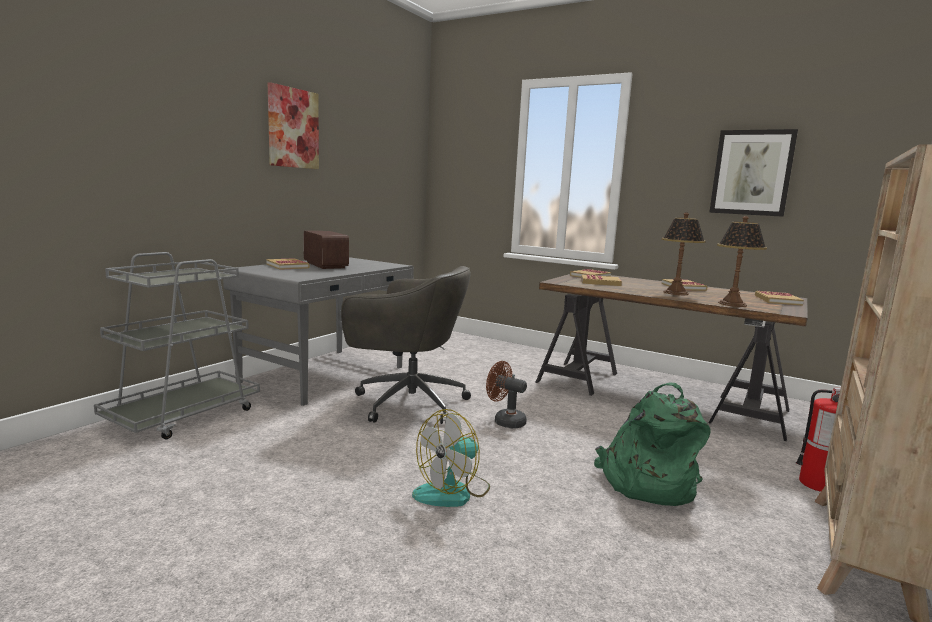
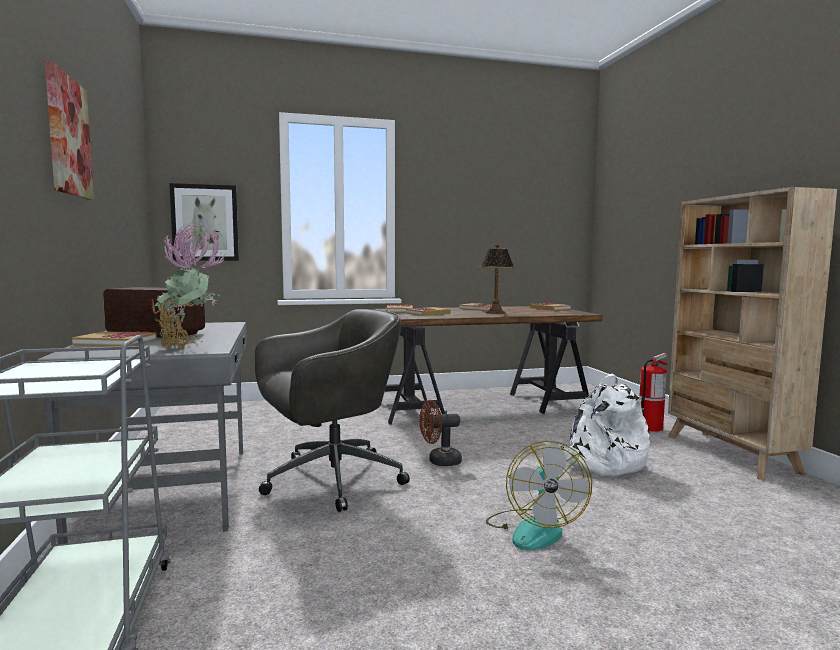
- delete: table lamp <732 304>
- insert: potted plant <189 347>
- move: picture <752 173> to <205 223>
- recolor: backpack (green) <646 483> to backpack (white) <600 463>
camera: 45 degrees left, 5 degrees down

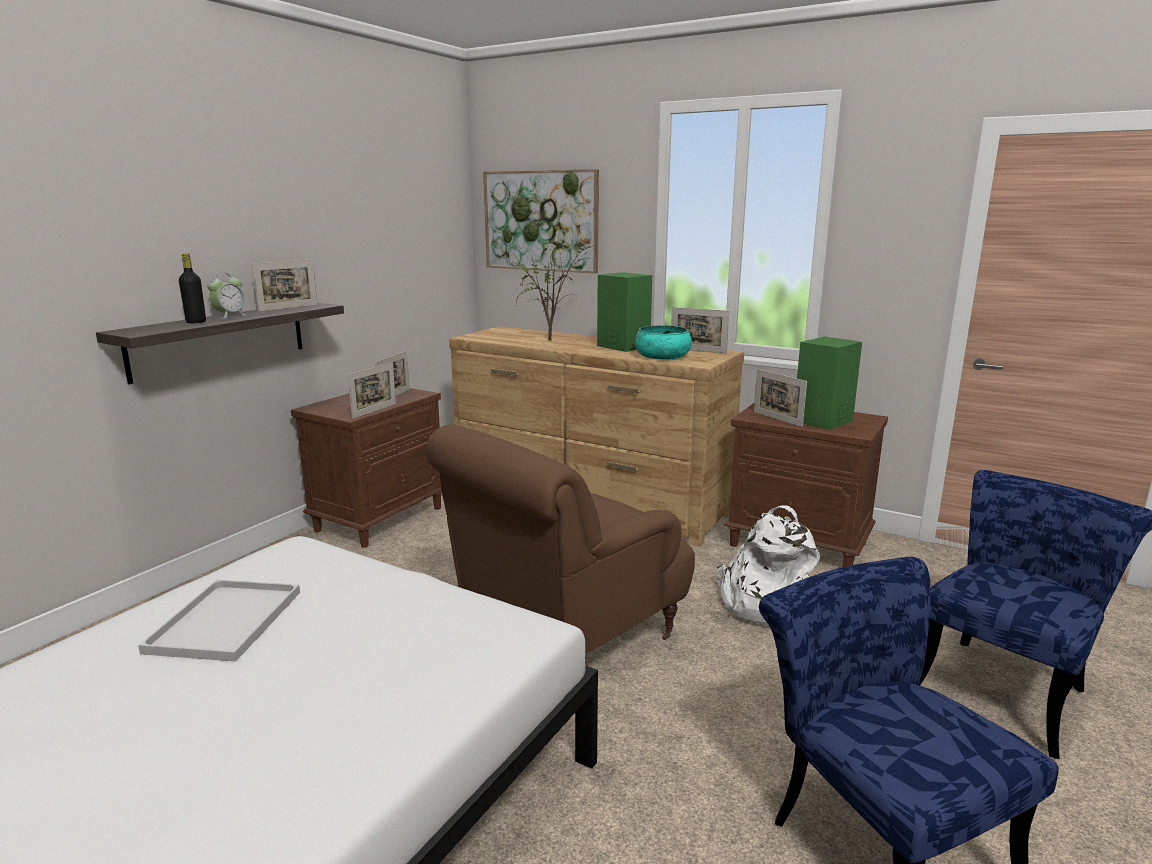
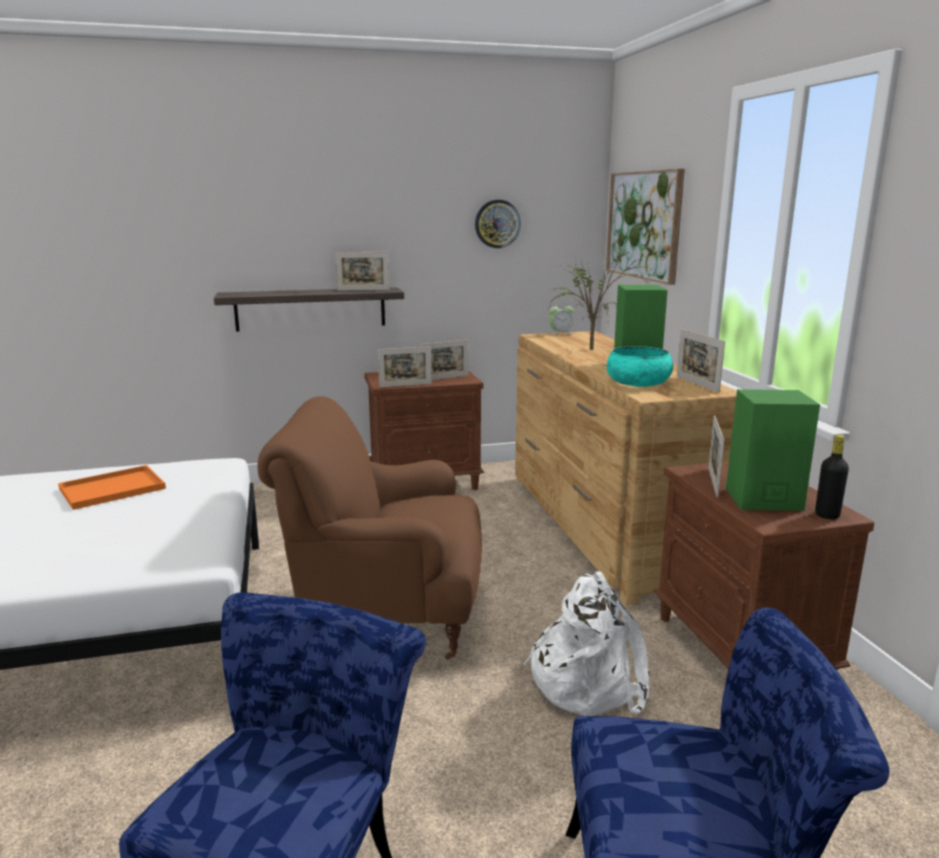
- insert: wall clock <497 224>
- move: bottle (black) <196 322> to <827 515>
- move: alarm clock <229 316> to <560 334>
- recolor: tray (white) <226 619> to tray (orange) <114 488>
camera: 45 degrees right, 0 degrees up

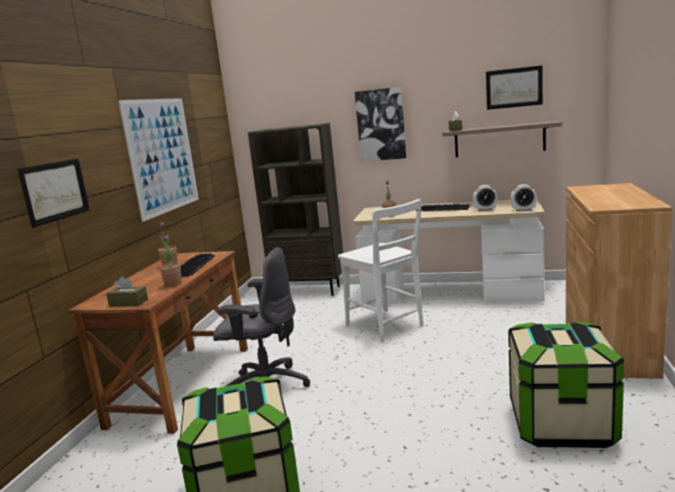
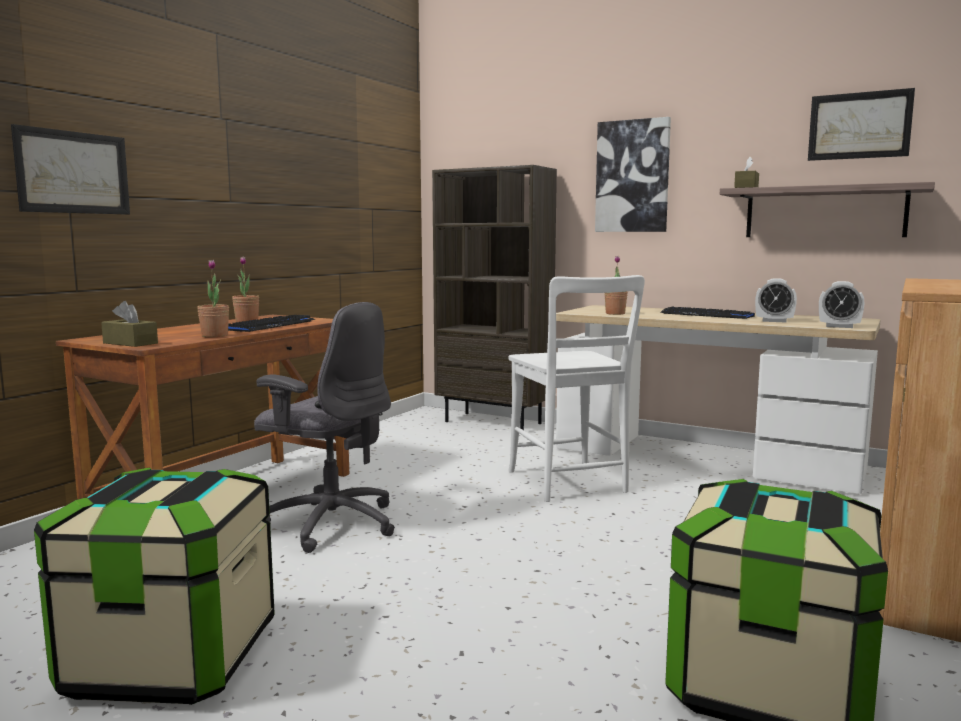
- delete: picture <162 155>
camera: 15 degrees right, 5 degrees down

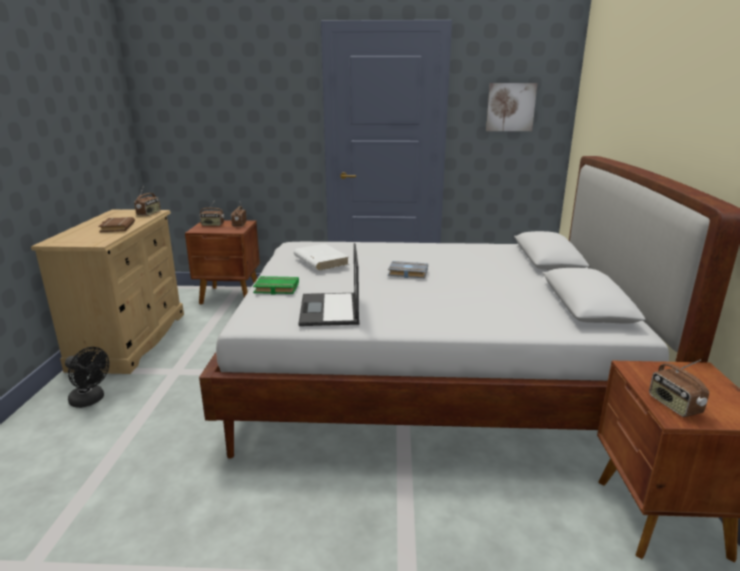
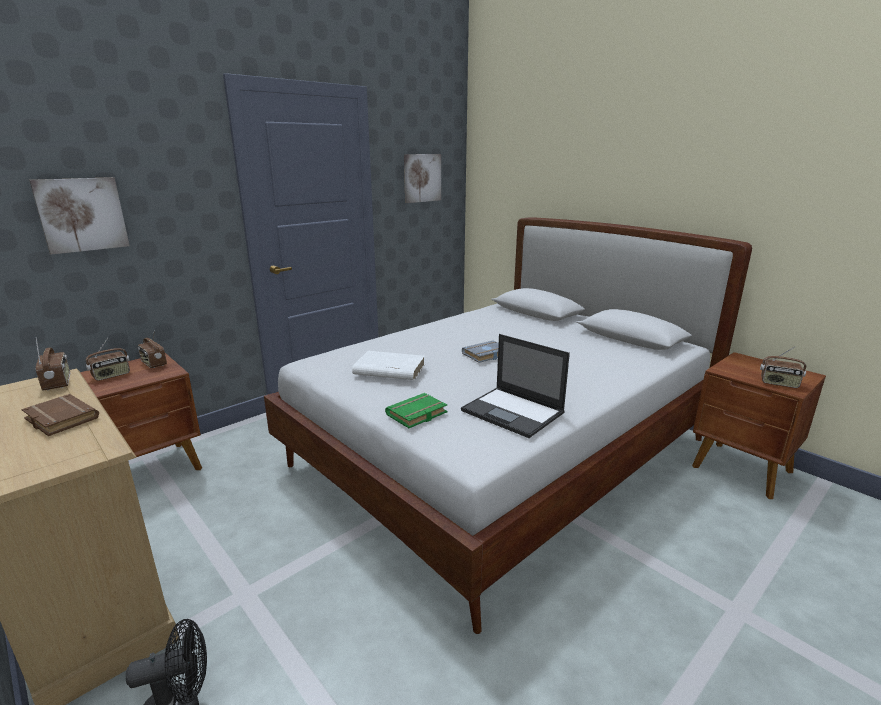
- insert: picture <82 214>
camera: 45 degrees left, 0 degrees up

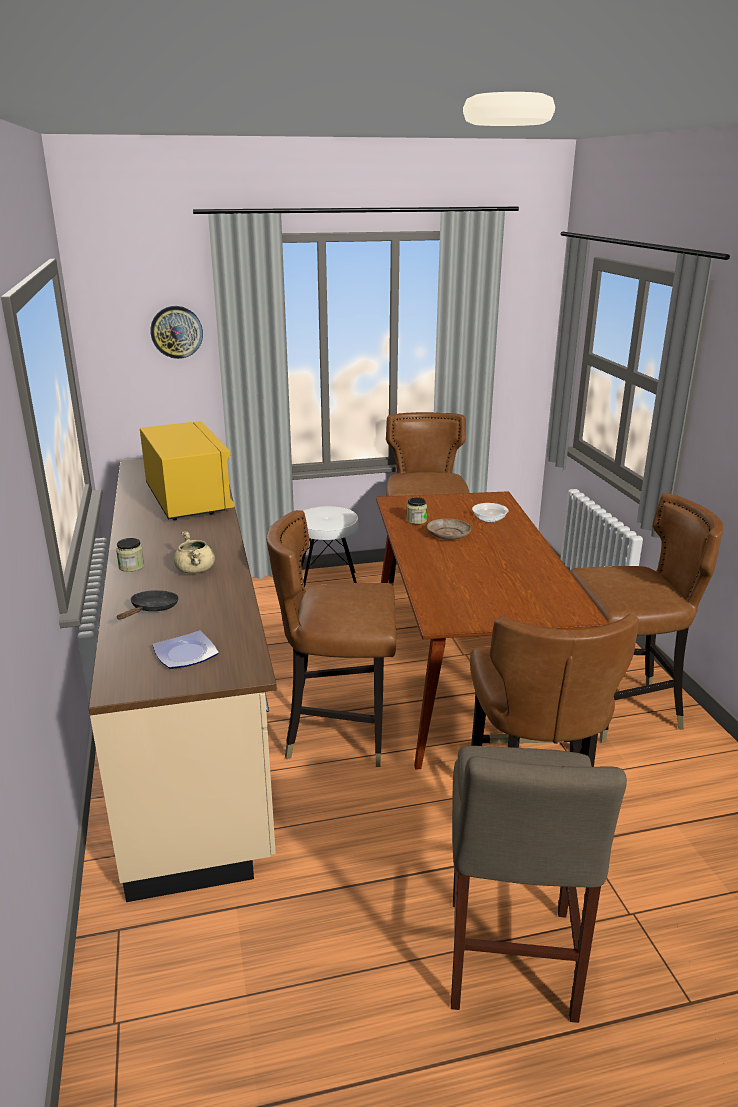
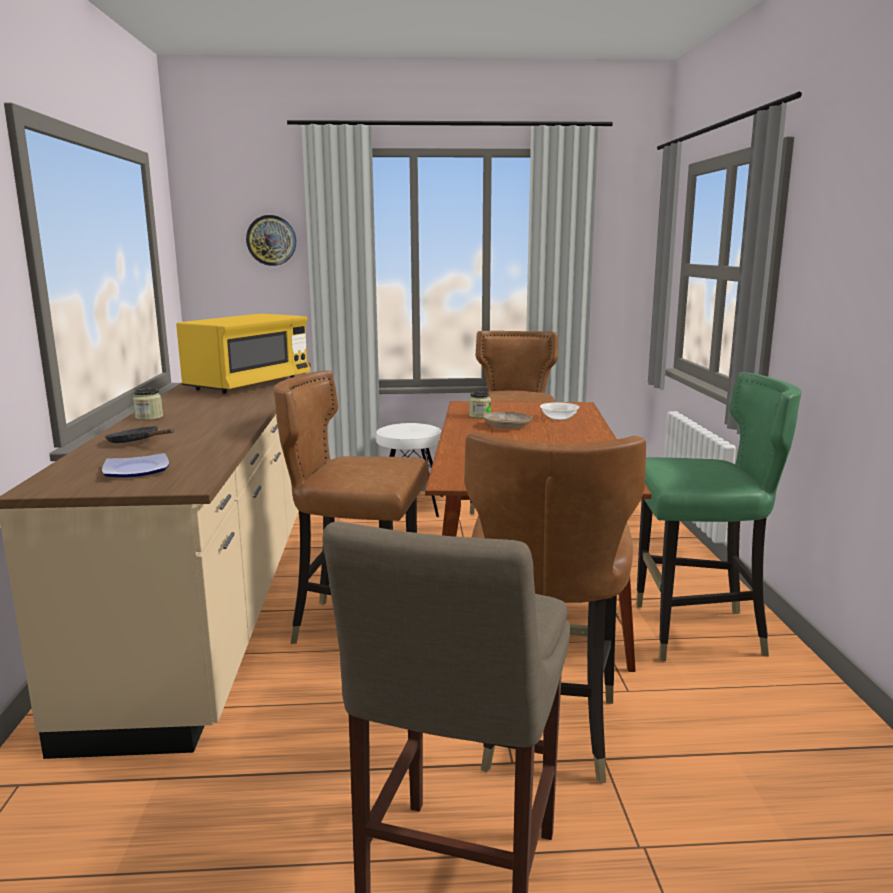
- delete: cooking pot (beige) <195 570>
- recolor: chair (brown) <621 710> to chair (green) <695 632>
- rotate: frying pan (black) <152 609> = <137 442> 90 degrees counterclockwise
- rotate: microwave (yellow) <188 500> = <248 384> 45 degrees clockwise
camera: 10 degrees right, 10 degrees down

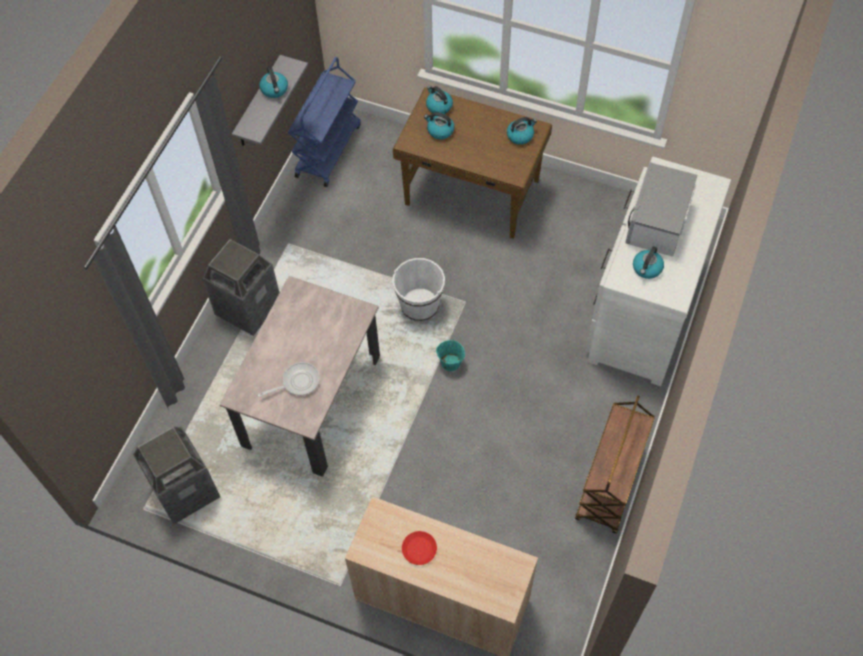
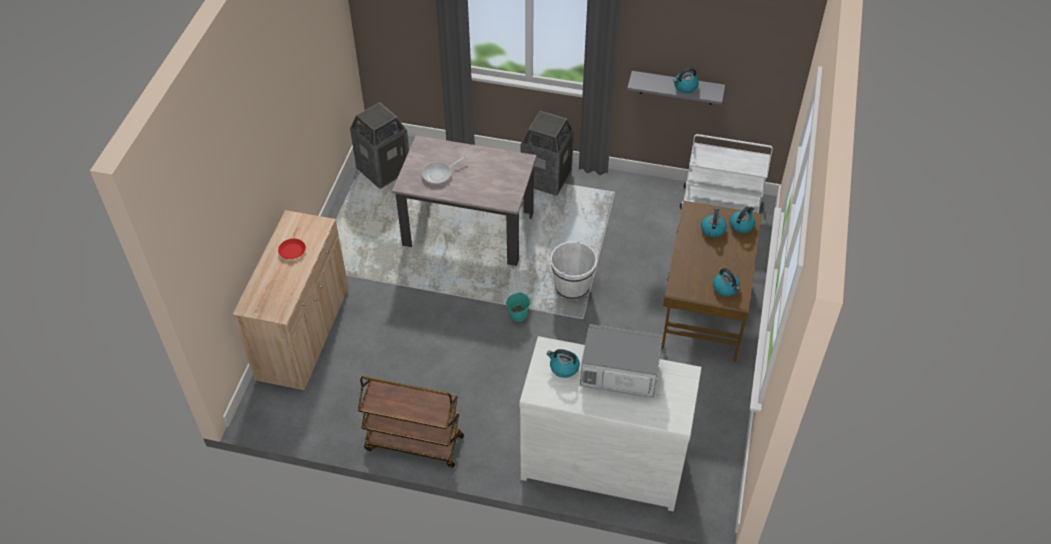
- recolor: cart (blue) <328 150> to cart (white) <721 203>
- rotate: frying pan <298 382> = <439 174> 90 degrees clockwise
camera: 80 degrees right, 10 degrees down

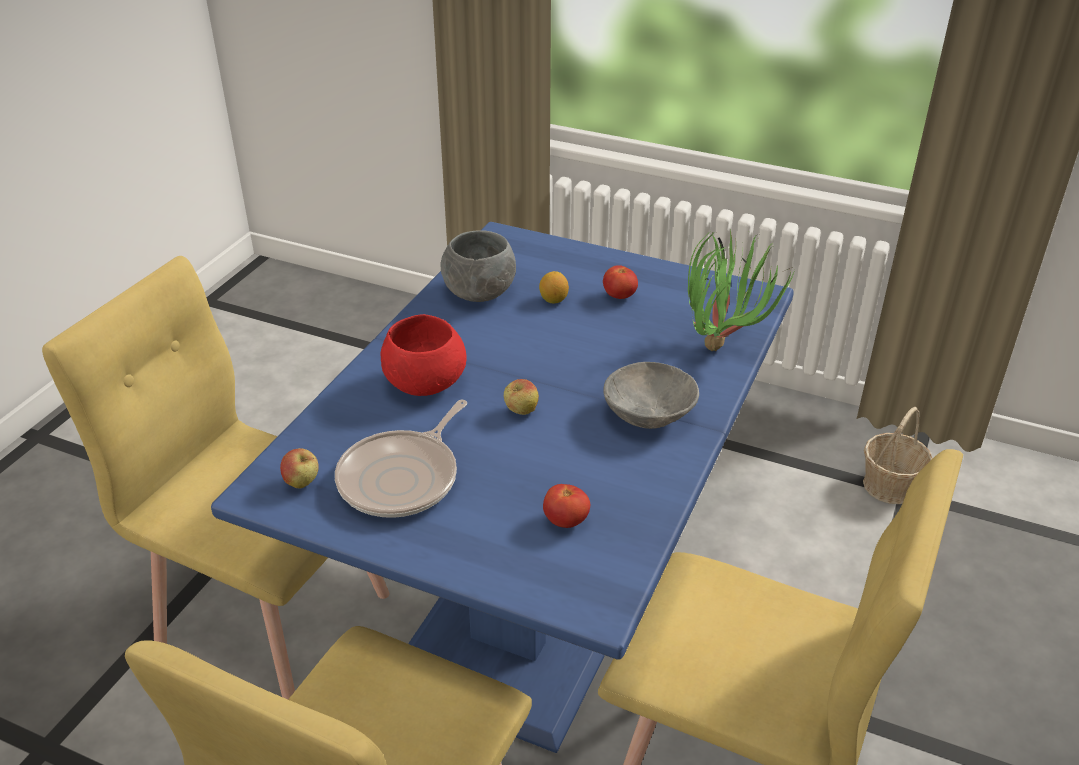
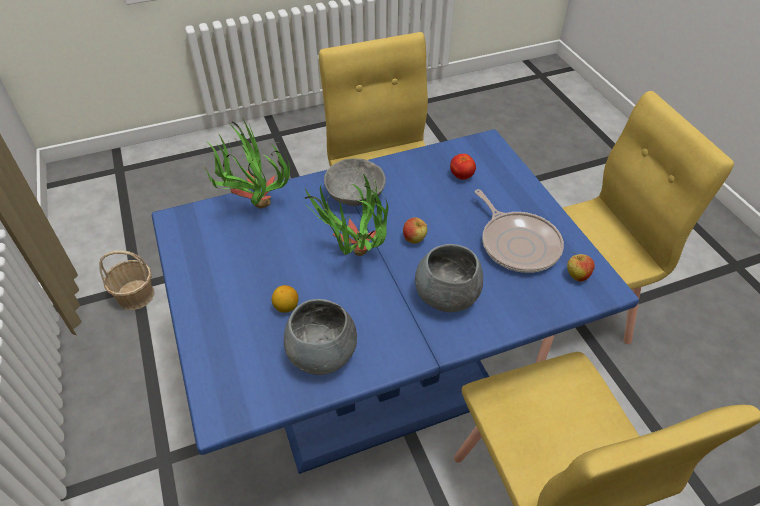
- delete: tomato <619 296>
- insert: potted plant <355 259>
- recolor: bowl (red) <424 384> to bowl (grey) <447 297>
- rotate: frying pan <403 478> = <517 244> 75 degrees clockwise
camera: 135 degrees left, 10 degrees up

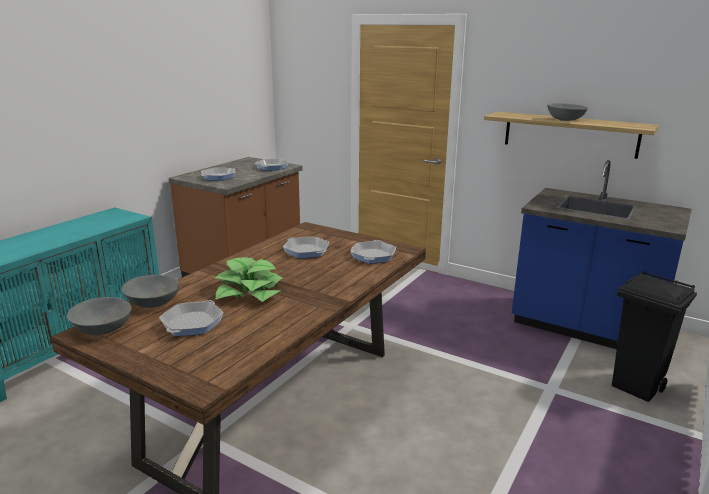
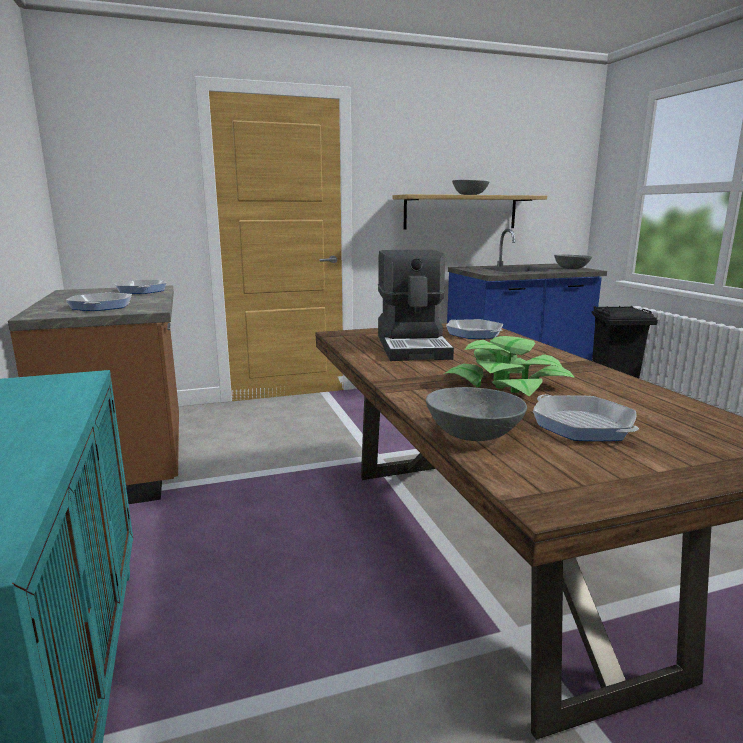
- move: bowl (grey) <102 329> to <571 268>
- replace: frying pan <306 251> to coffee machine <414 346>
camera: 50 degrees left, 5 degrees down

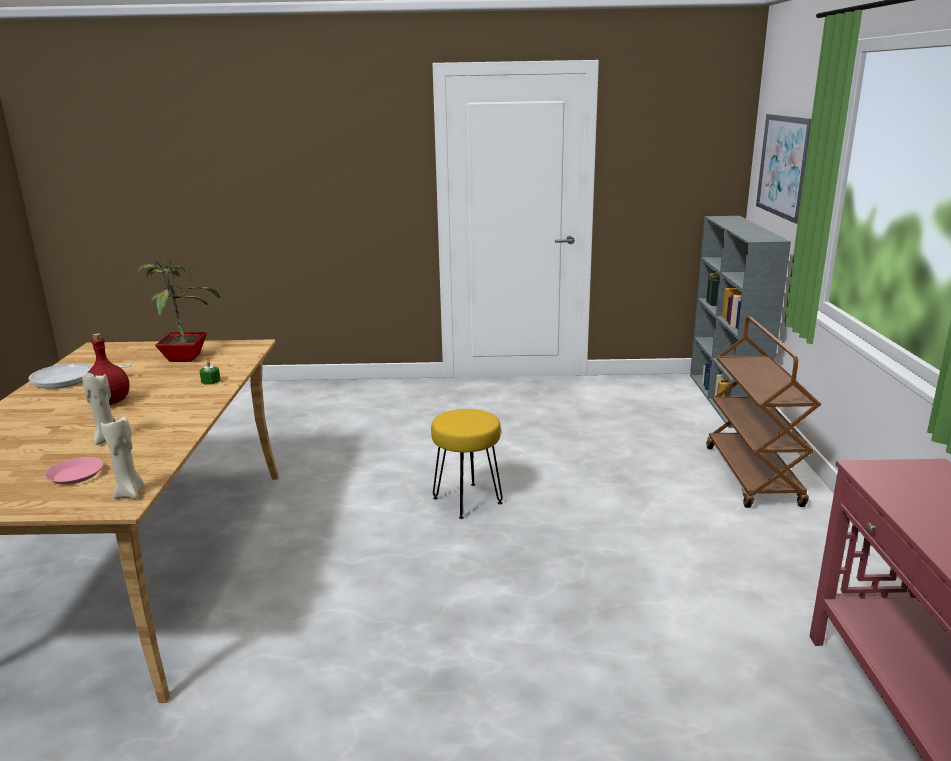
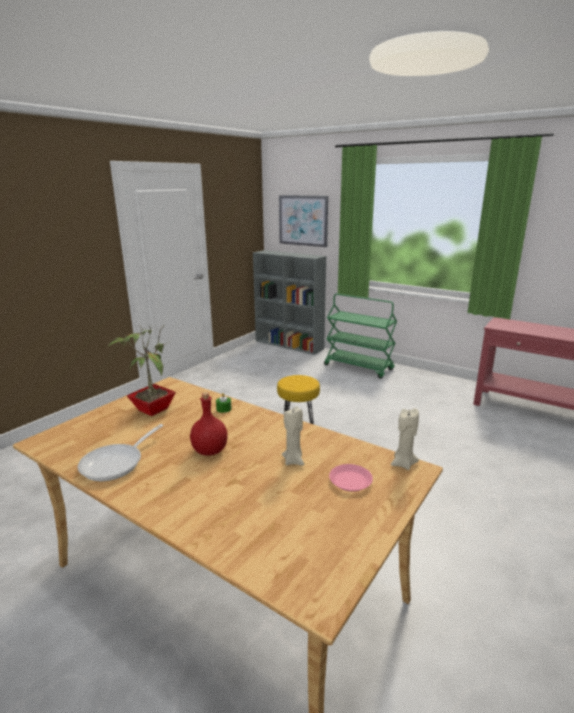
- recolor: cart (brown) <753 476> to cart (green) <359 367>
camera: 55 degrees left, 0 degrees up

